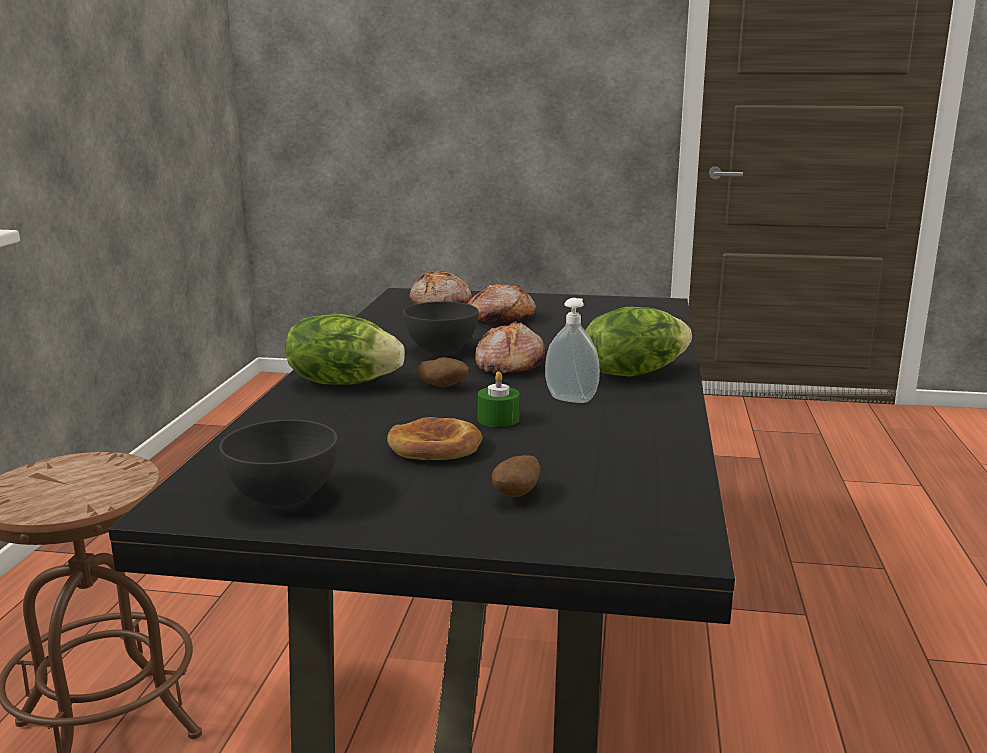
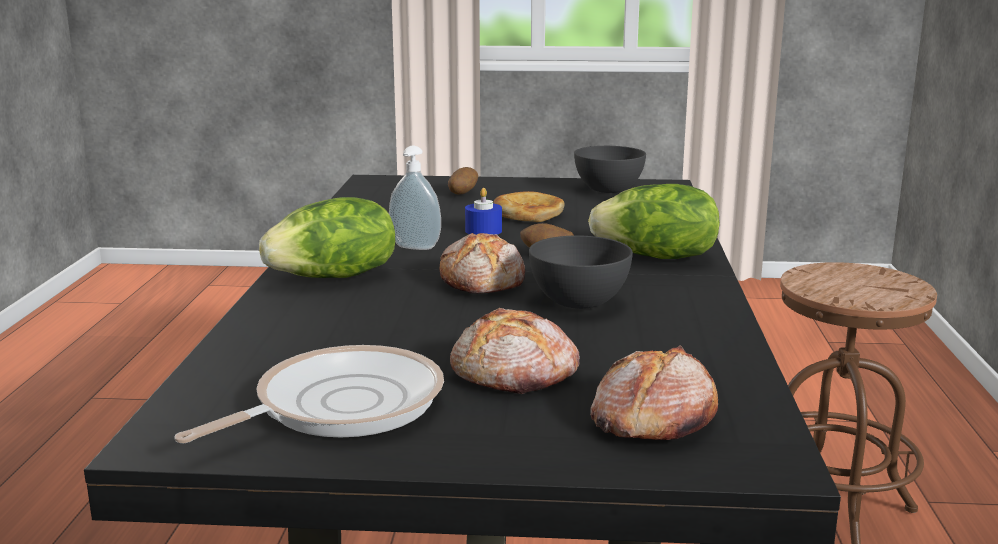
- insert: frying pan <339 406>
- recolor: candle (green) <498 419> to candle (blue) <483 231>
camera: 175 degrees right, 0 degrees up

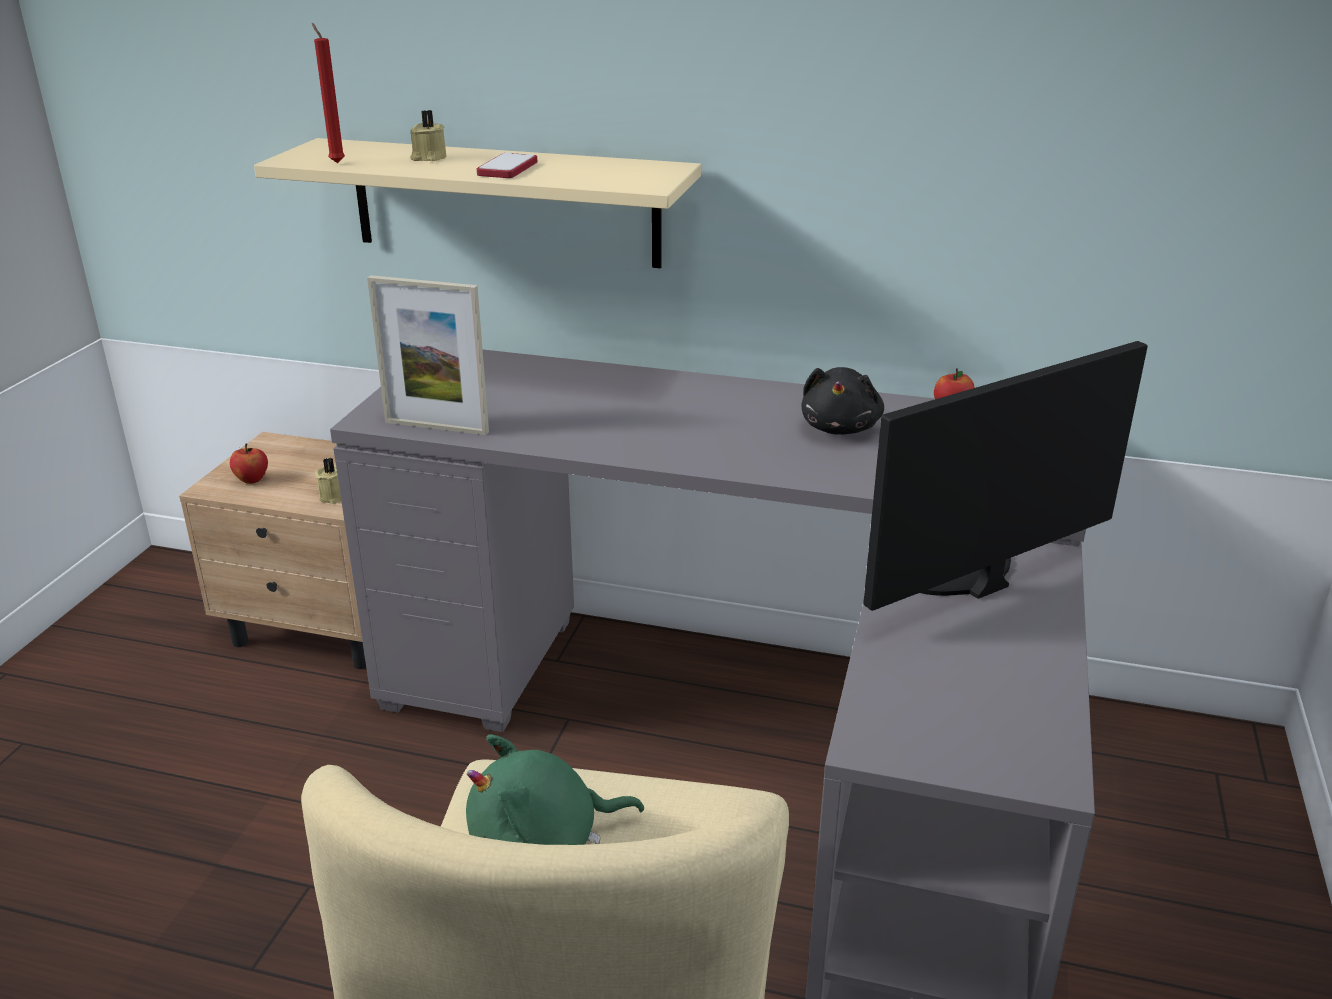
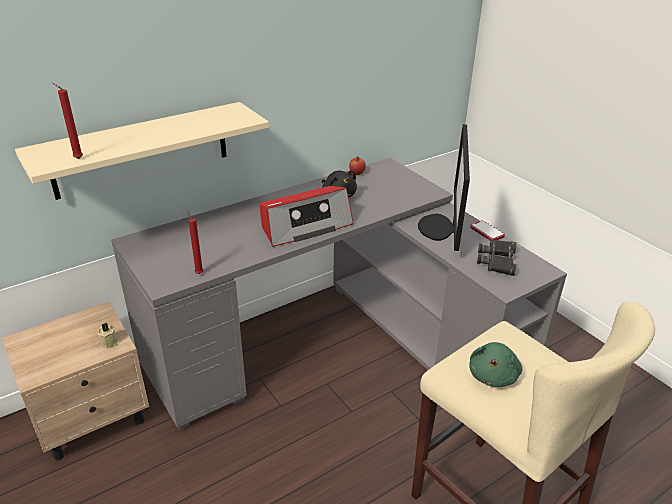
- delete: apple <252 480>
- delete: candle (beige) <428 158>
- insert: radio <305 226>
- insert: binoculars (black) <498 261>
- move: phone <507 168> to <486 232>
- replace: picture frame <436 427> to candle (red) <198 273>
camera: 50 degrees left, 5 degrees up

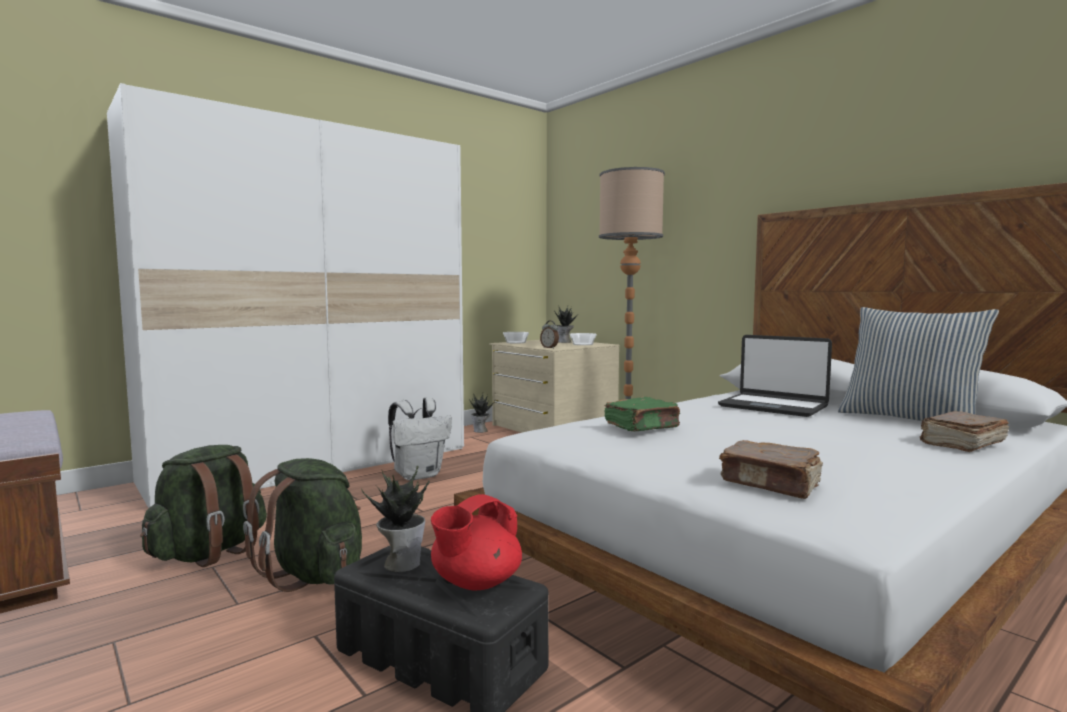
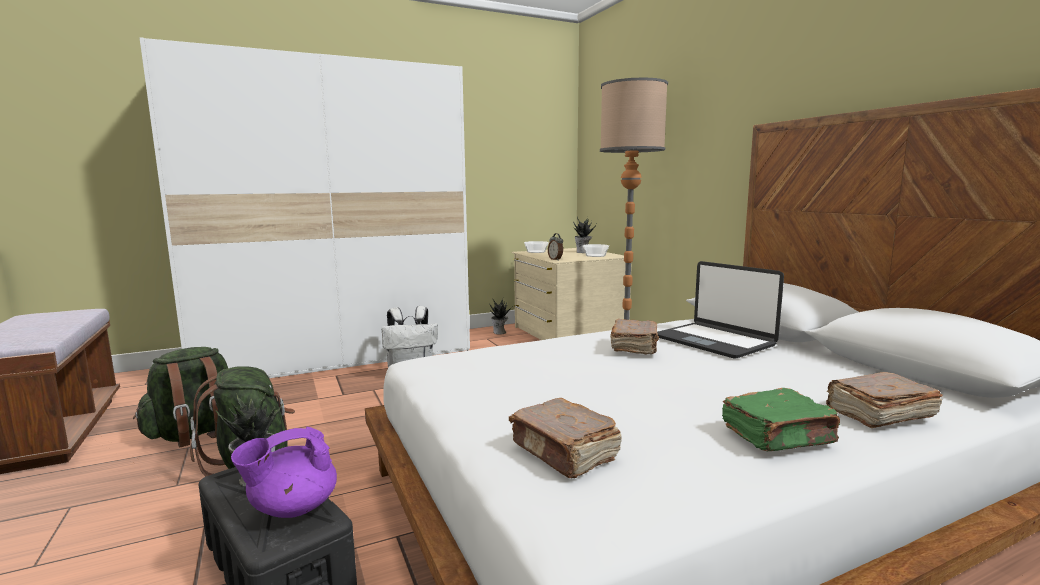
- delete: pillow <909 419>
- insert: book (brown) <635 347>
- move: book (green) <642 427> to <779 436>
- recolor: teapot (red) <475 583> to teapot (purple) <292 508>
camera: 15 degrees right, 5 degrees up

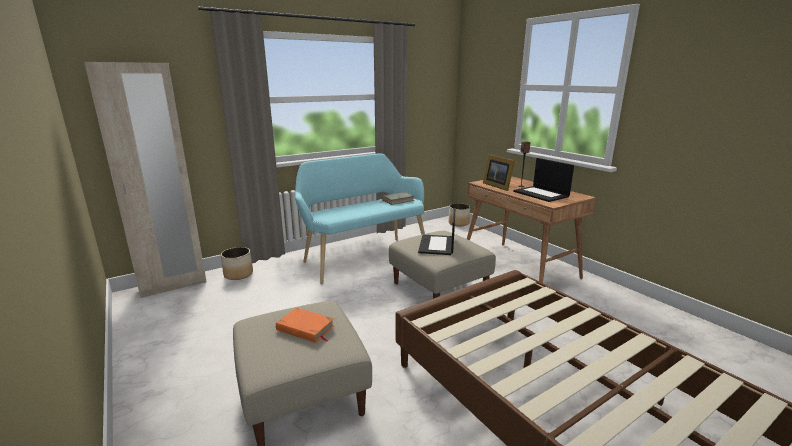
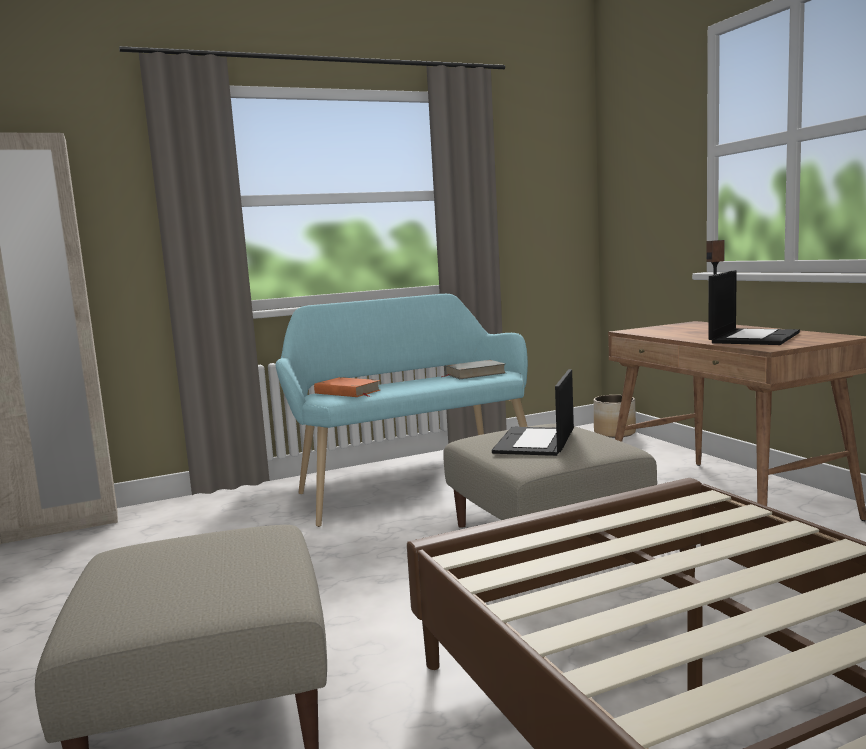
- delete: planter <238 274>
- delete: picture frame <497 186>
- move: book (orange) <305 328> to <347 392>
- rotate: laptop <541 194> = <753 337> 120 degrees counterclockwise
camera: 10 degrees right, 10 degrees down

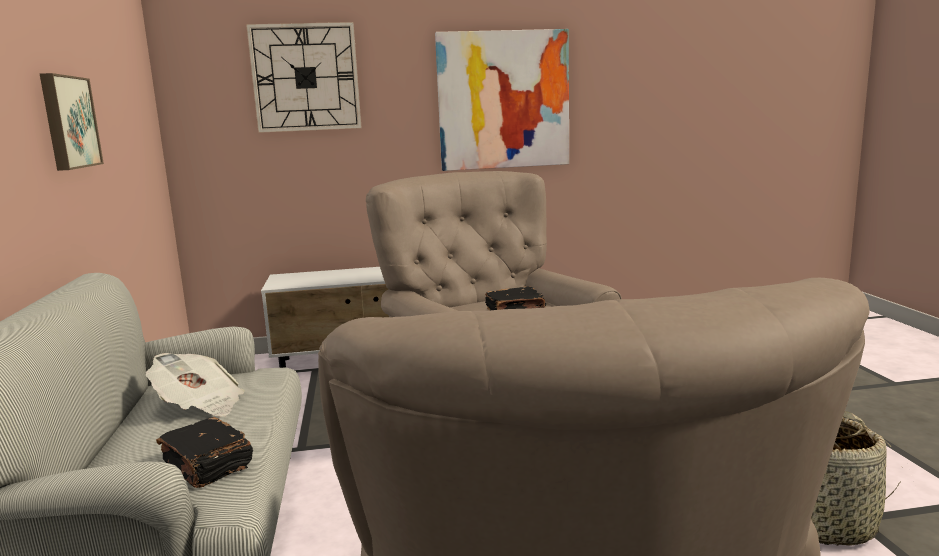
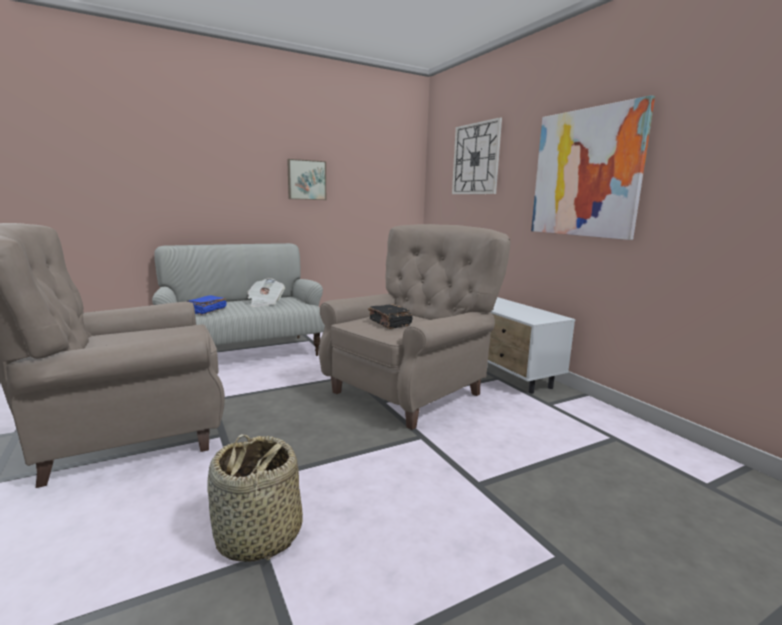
- recolor: book (black) <207 466> to book (blue) <206 311>
camera: 70 degrees right, 0 degrees up

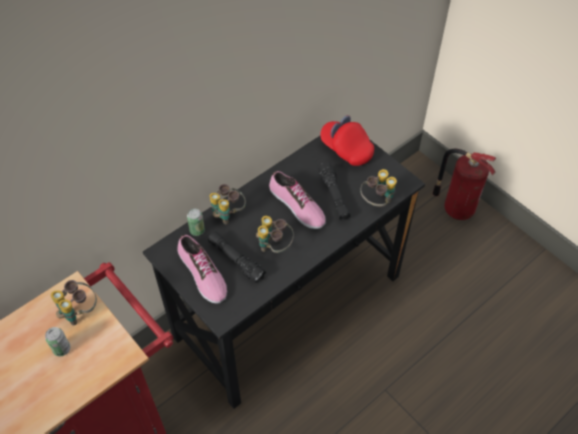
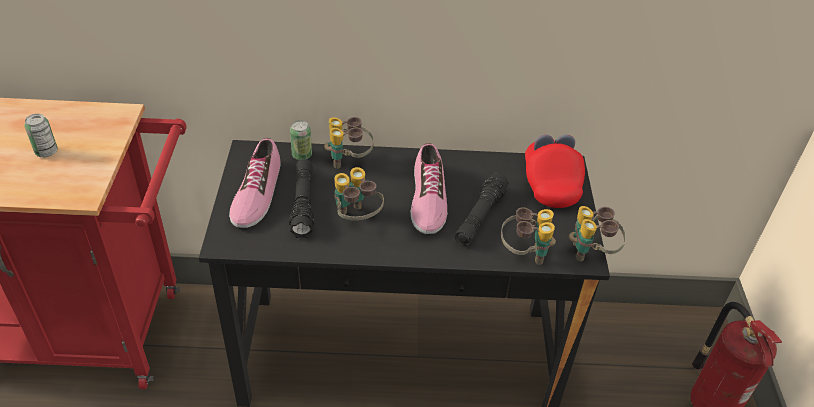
- move: binoculars <79 312> to <591 252>
camera: 40 degrees right, 10 degrees down

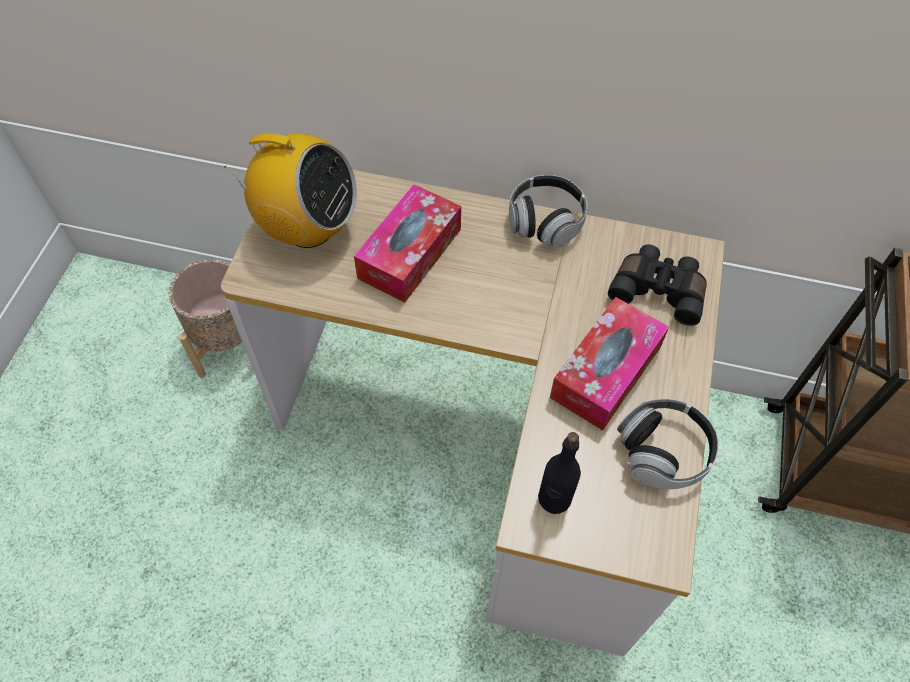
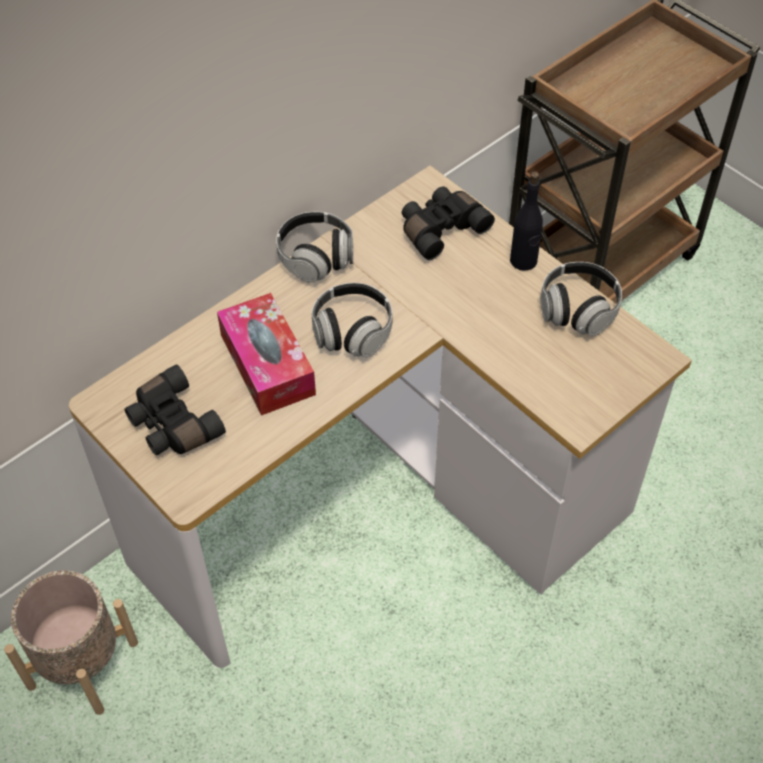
- delete: tissue box <606 372>
- insert: headphones <352 331>
- move: bottle (black) <554 498> to <523 261>
- replace: radio <307 228> to binoculars (black) <172 424>
camera: 55 degrees left, 5 degrees down

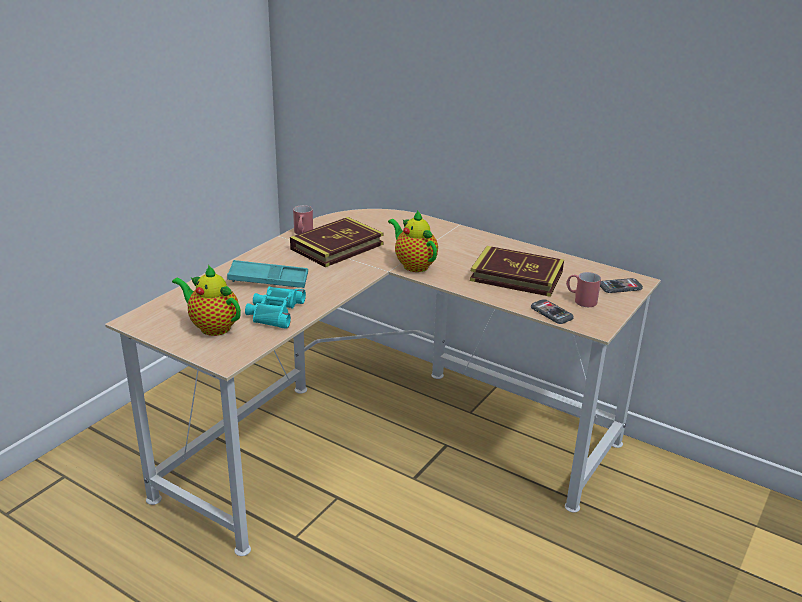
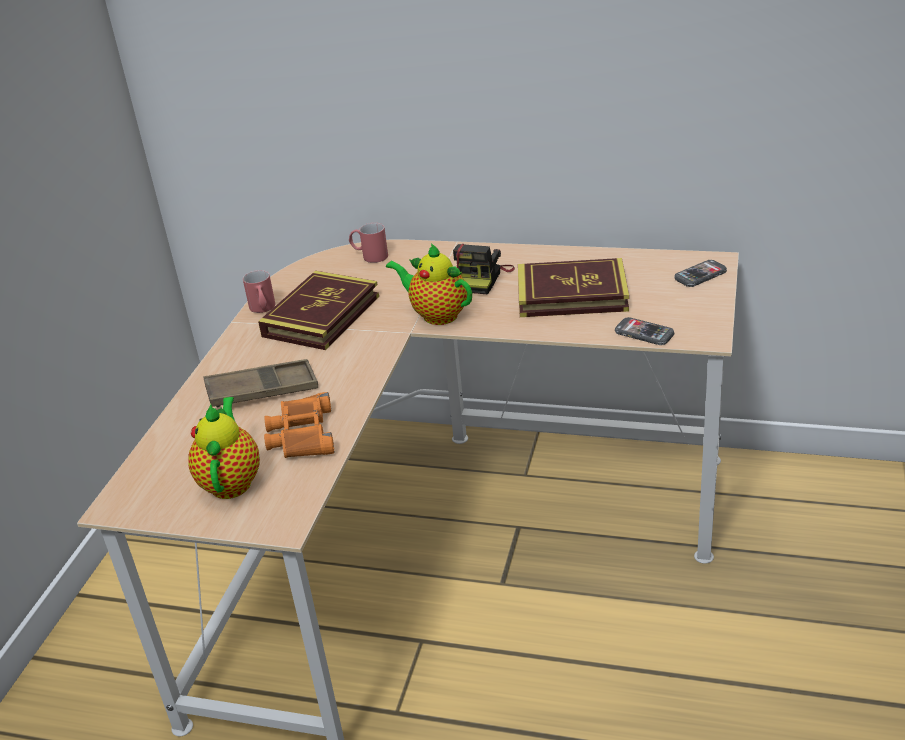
- insert: photo camera <482 278>
- move: mug (red) <580 300> to <369 256>
- recolor: tray (turquoise) <268 280> to tray (brown) <262 390>
- recolor: binoculars (turquoise) <274 312> to binoculars (orange) <301 435>
- rotate: teapot <212 327> = <231 481> 75 degrees clockwise
camera: 15 degrees left, 5 degrees up

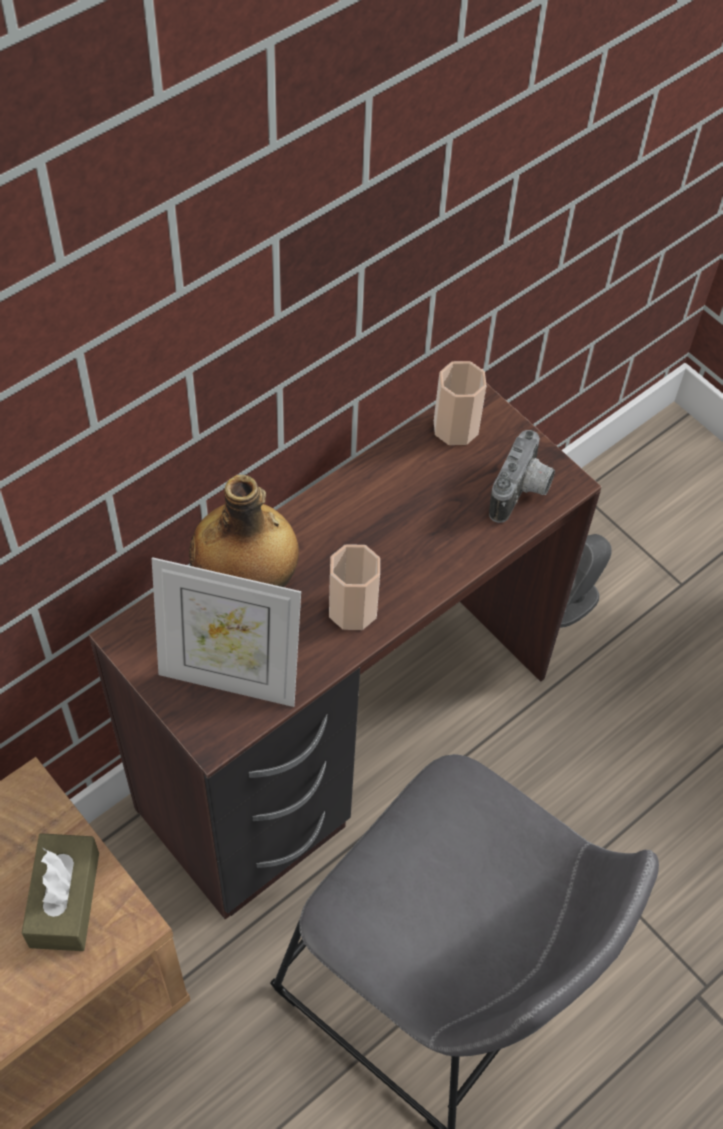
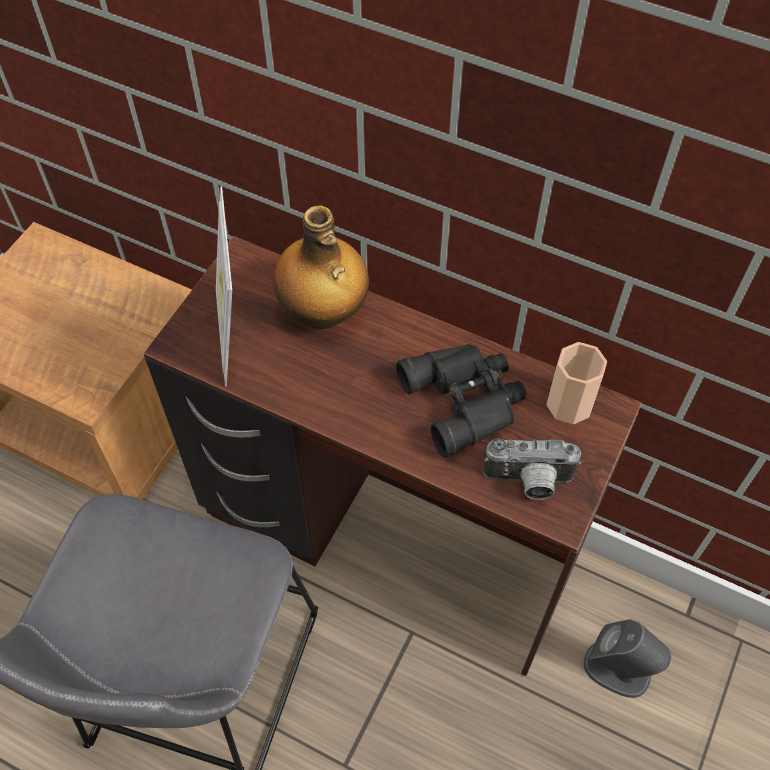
- delete: tissue box (brown) <64 899>
- delete: cup <352 609>
- insert: binoculars (black) <466 399>
camera: 70 degrees right, 0 degrees up

